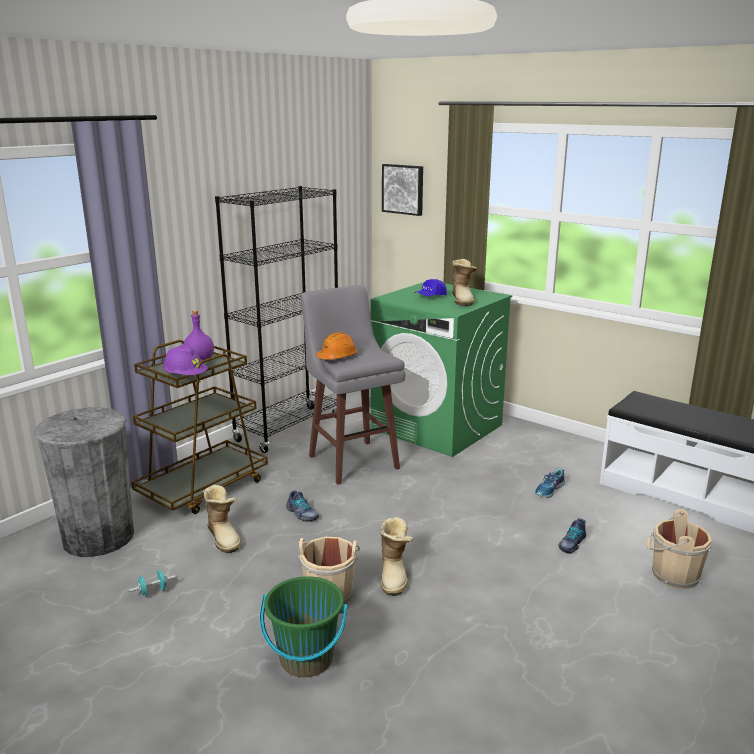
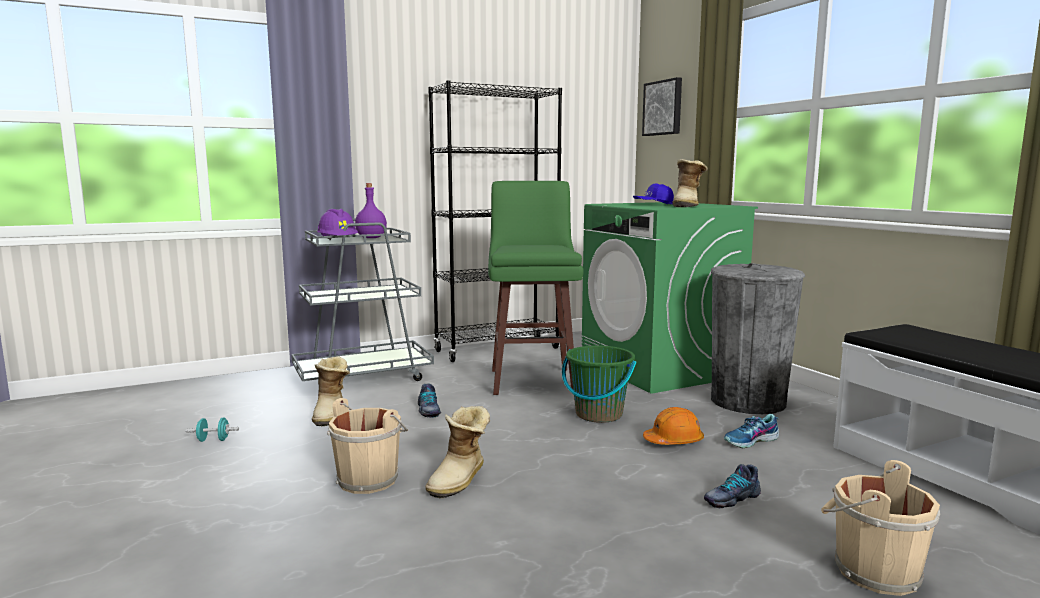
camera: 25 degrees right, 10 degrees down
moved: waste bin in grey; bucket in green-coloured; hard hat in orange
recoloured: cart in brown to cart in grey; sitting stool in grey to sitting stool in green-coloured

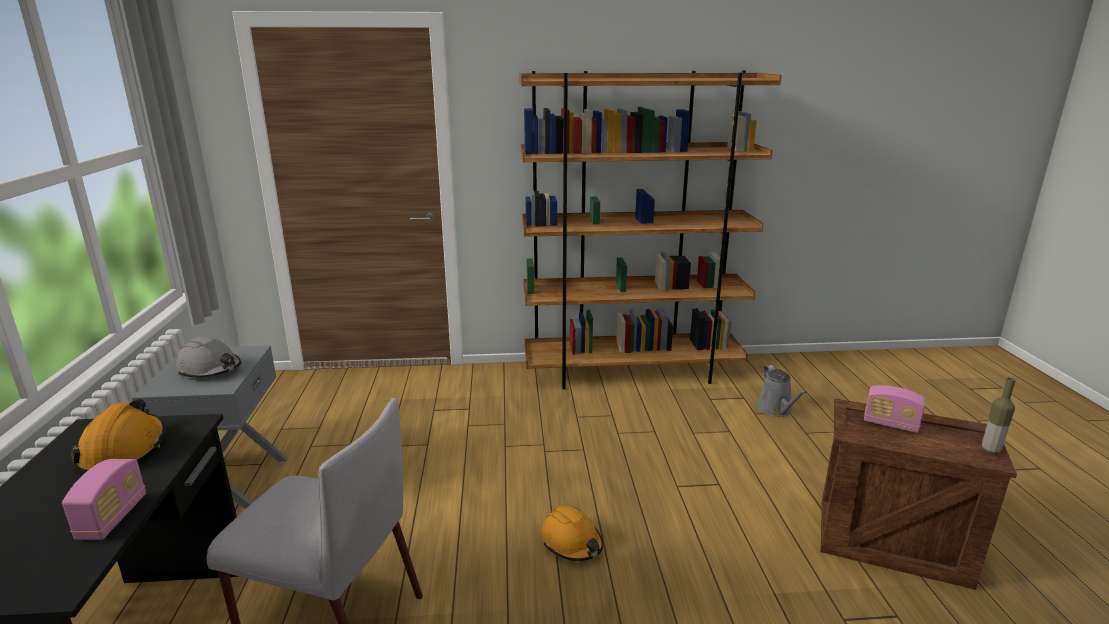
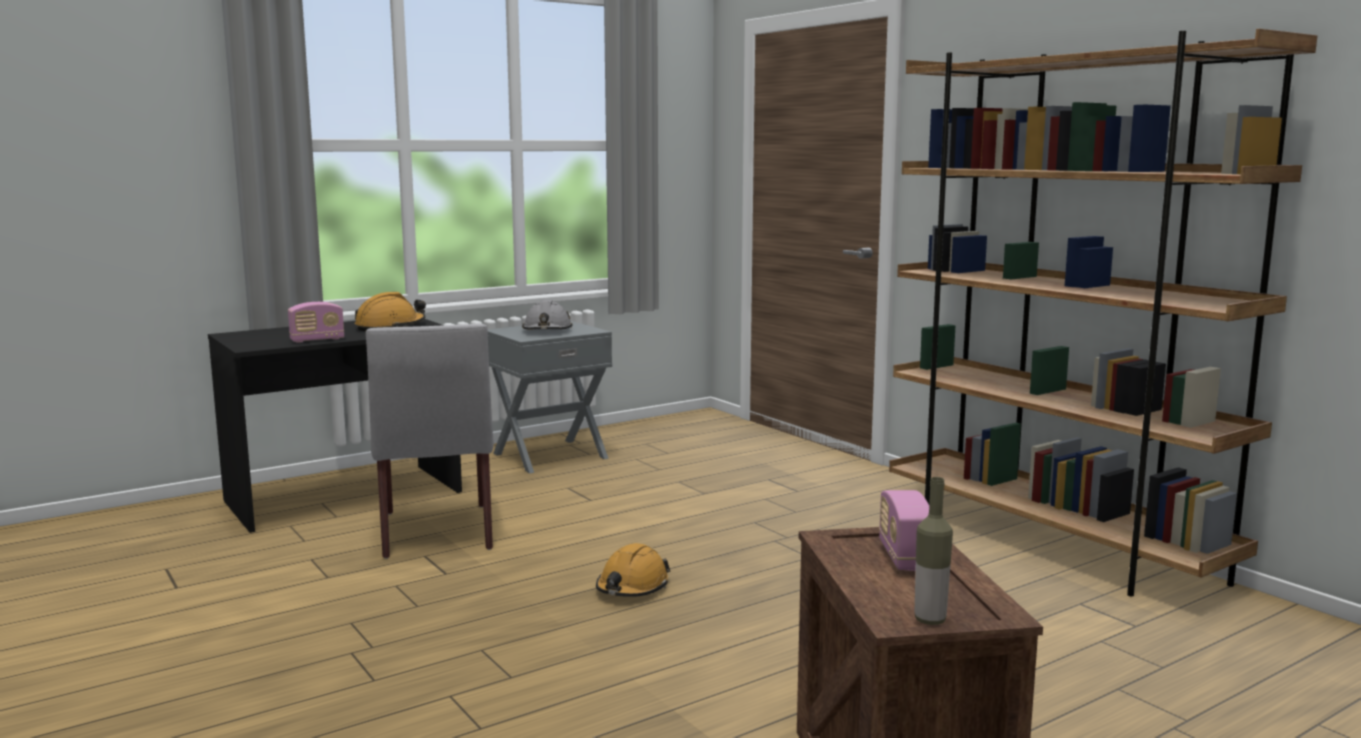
camera: 60 degrees right, 10 degrees down
removed: watering can in grey

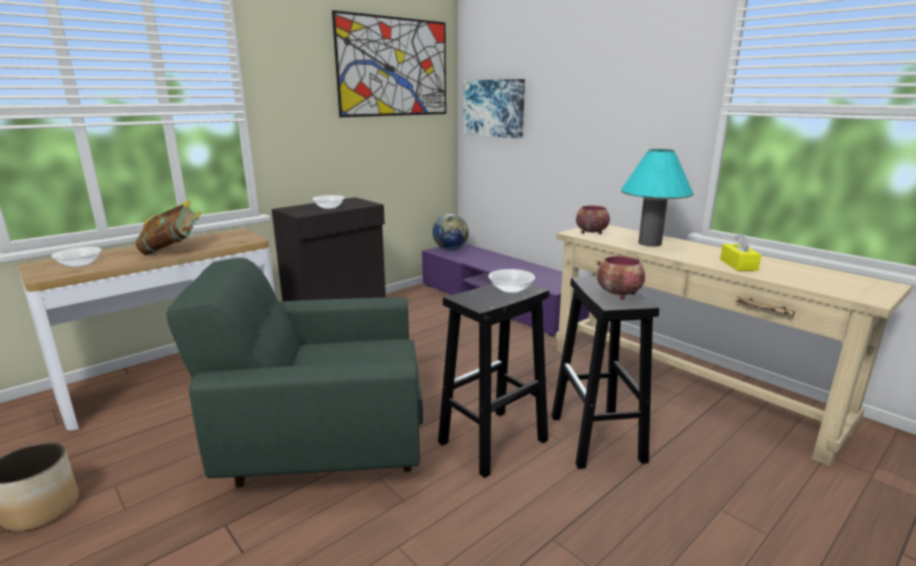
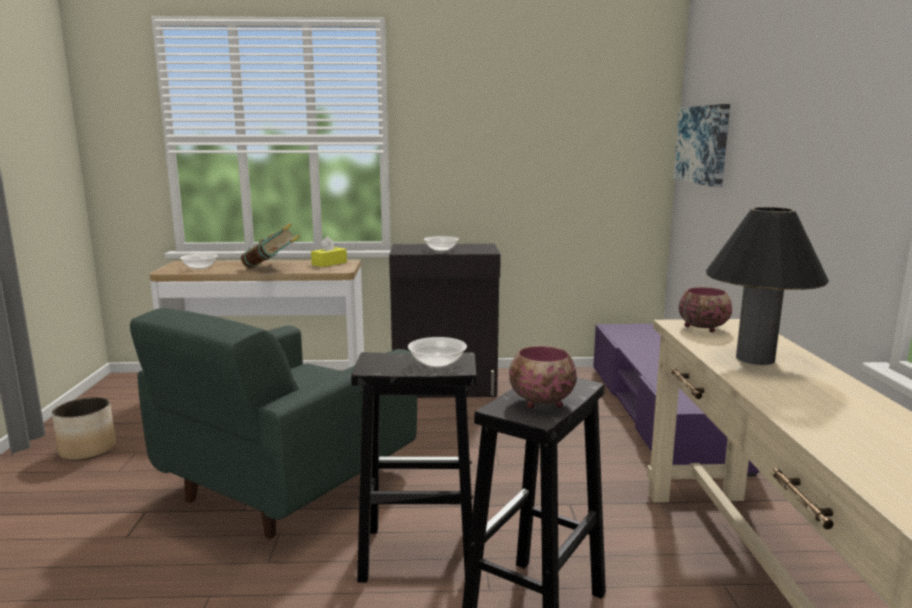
camera: 40 degrees right, 5 degrees down
removed: picture (1st from left); world globe
moved: box of tissues in yellow
recoloured: lamp for a table in turquoise-coloured to lamp for a table in black-coloured
turned: easy chair in green-coloured 90 degrees counterclockwise

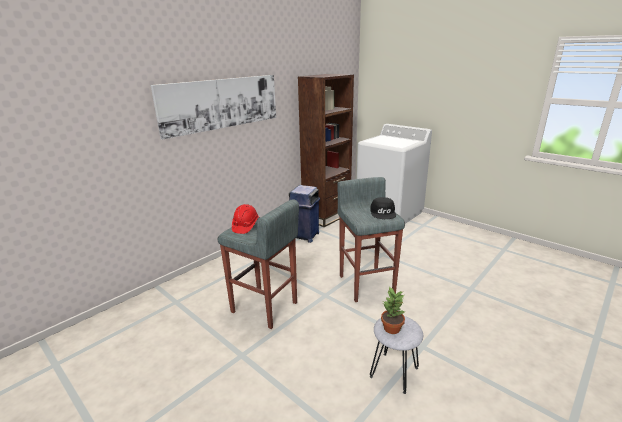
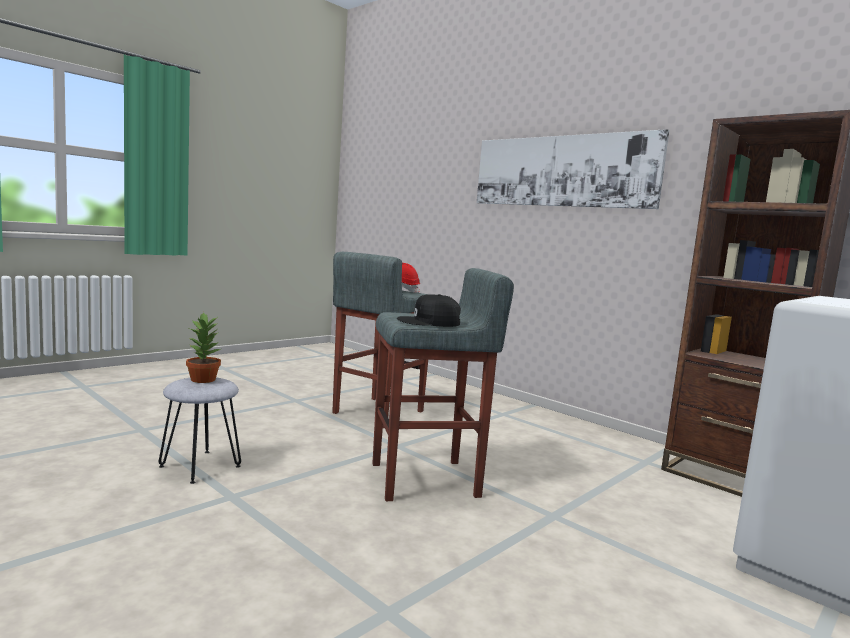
camera: 90 degrees right, 15 degrees down
removed: waste bin in blue

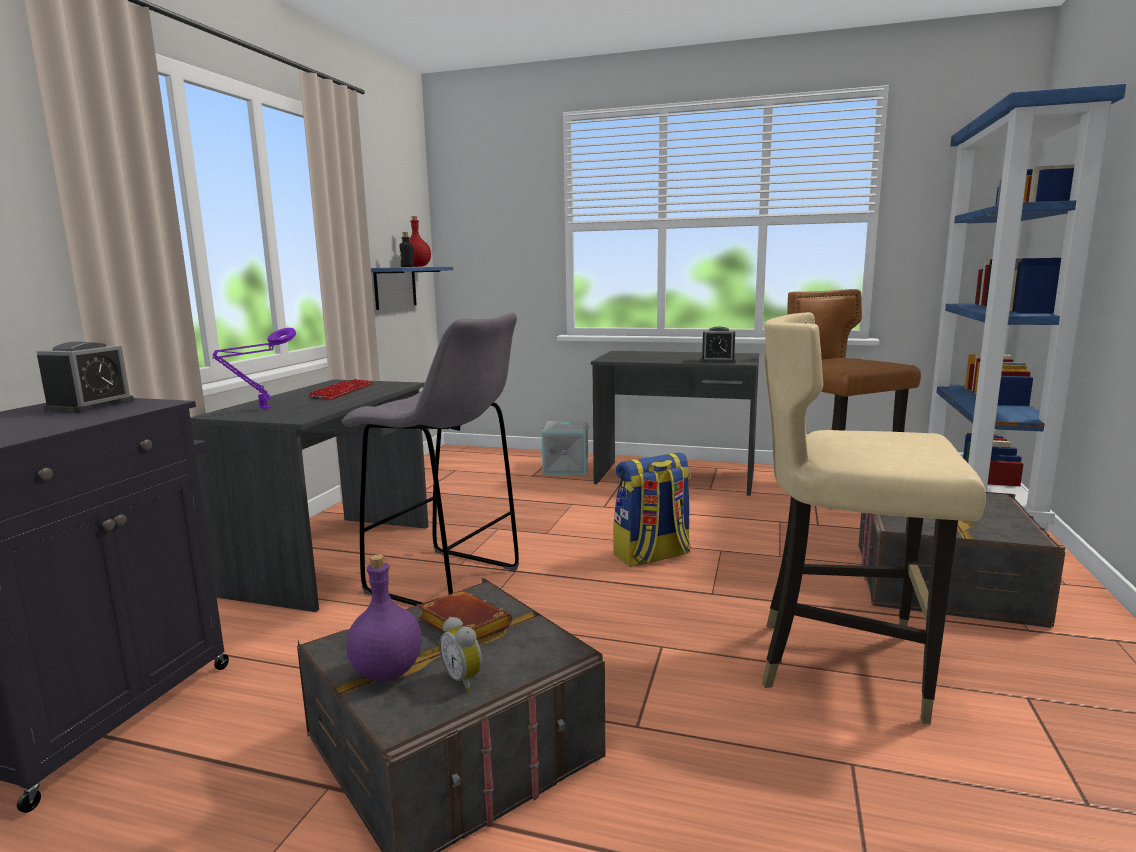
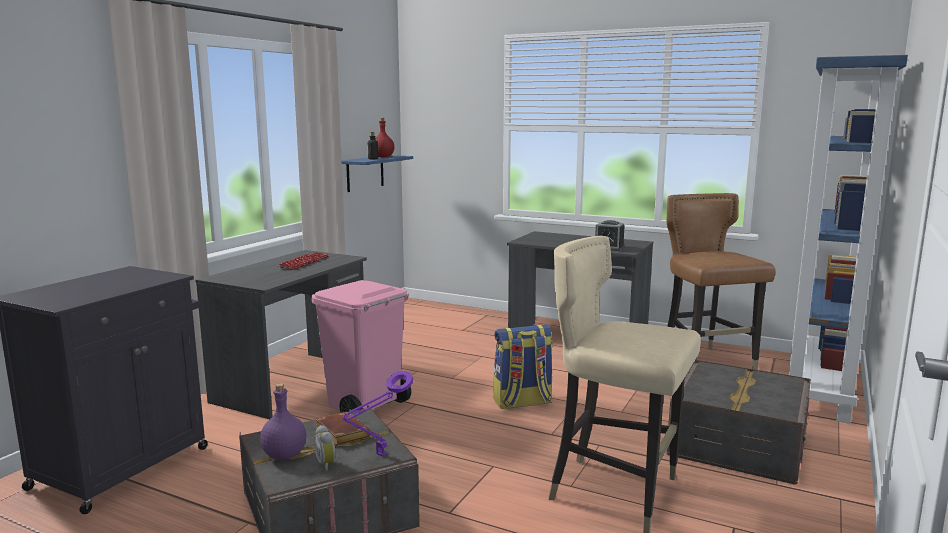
camera: 10 degrees right, 0 degrees up
removed: bedside clock (1st from left); storage container in grey (2nd from left)
moved: lamp for a table in purplish
replaced: sitting stool in grey to waste bin in pinkish

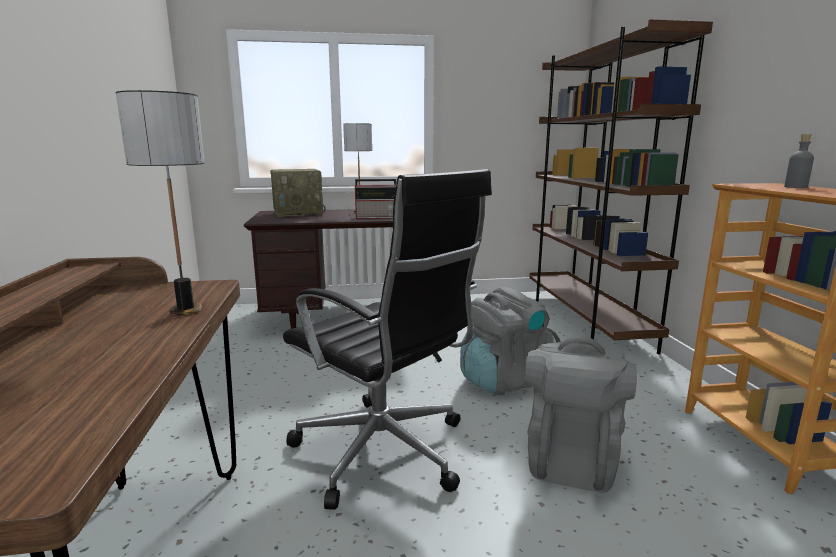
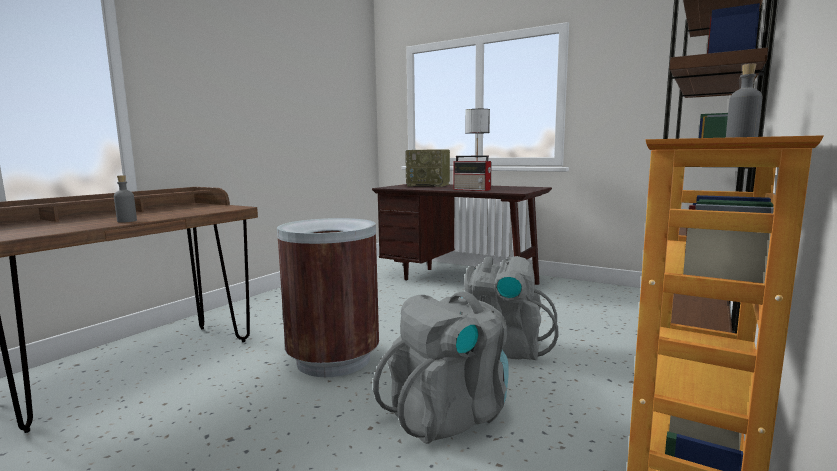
camera: 40 degrees right, 5 degrees down
removed: lamp for a table (1st from left)
added: bottle in grey (1st from left)
replaced: office chair in black-coloured to waste bin in brown

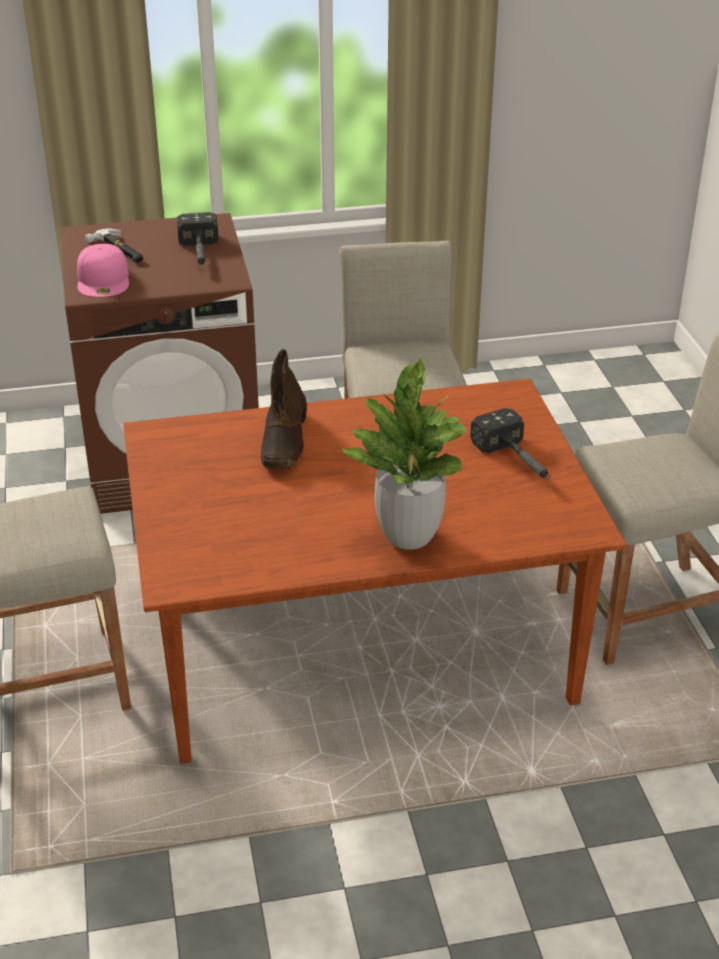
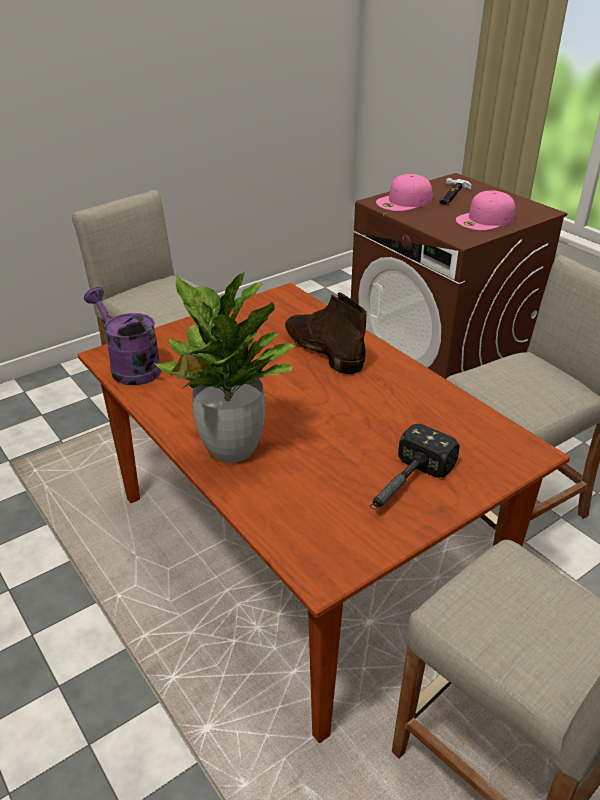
camera: 65 degrees right, 0 degrees up
added: watering can in purplish
replaced: hand hammer (2nd from left) to peaked cap in pinkish (2nd from left)
turned: high-top boot in brown 75 degrees clockwise

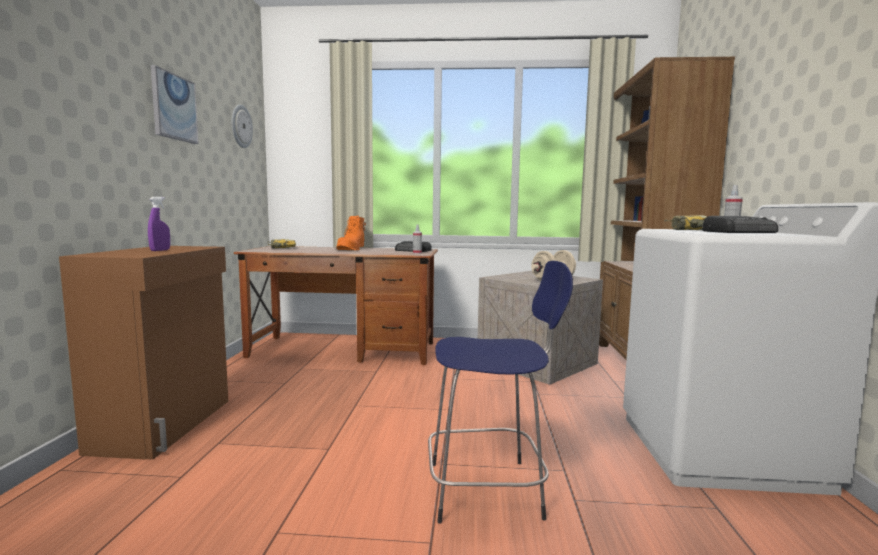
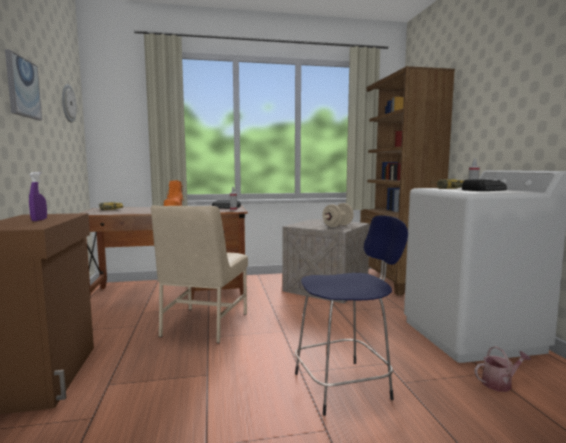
camera: 15 degrees left, 0 degrees up
added: plain chair in sand-coloured; watering can

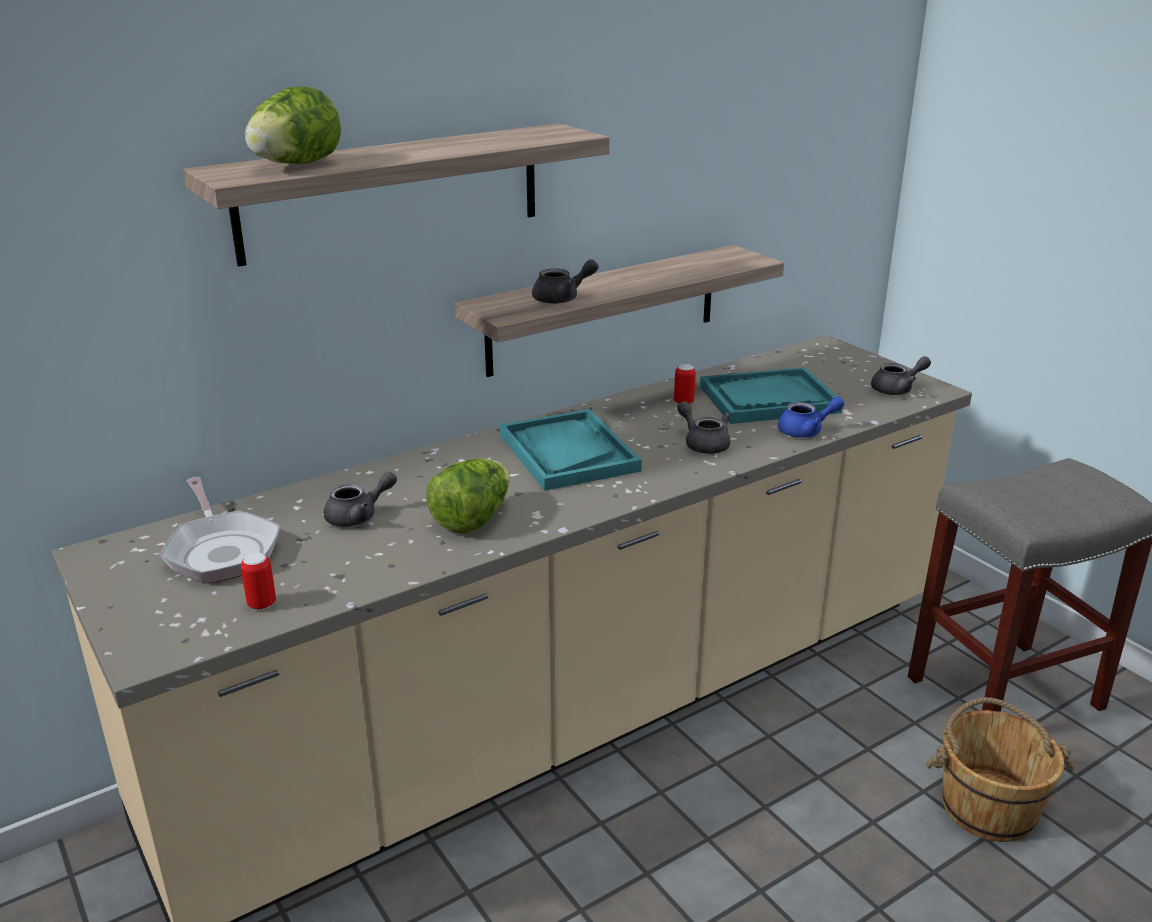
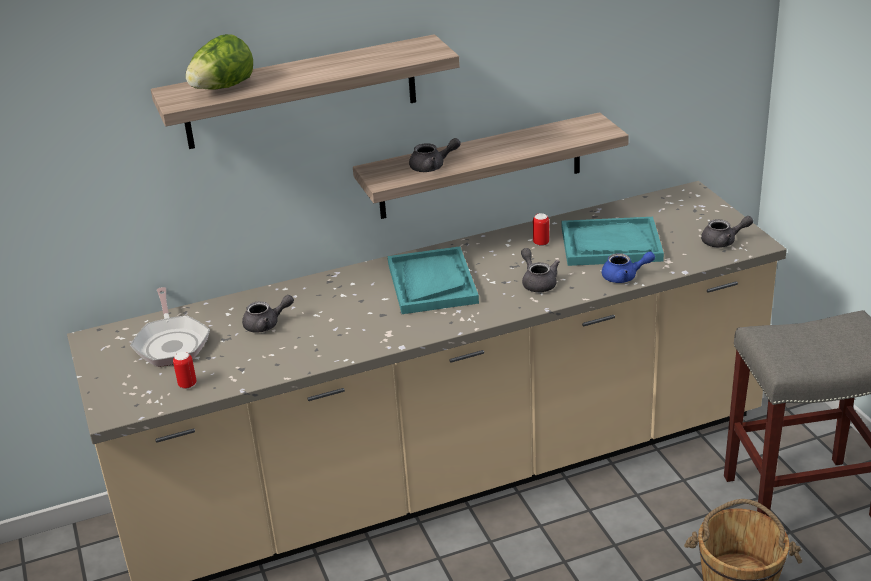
camera: 15 degrees right, 5 degrees up
removed: lettuce head (2nd from left)

